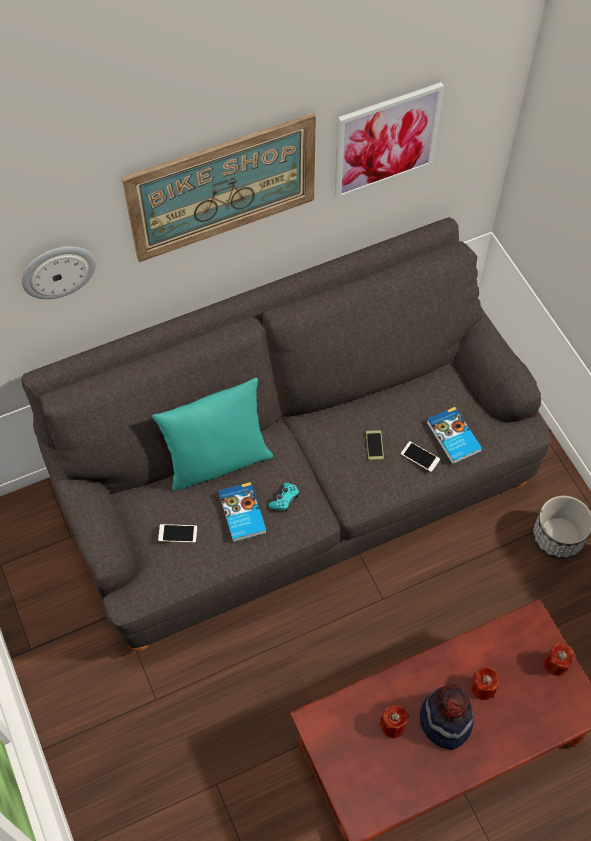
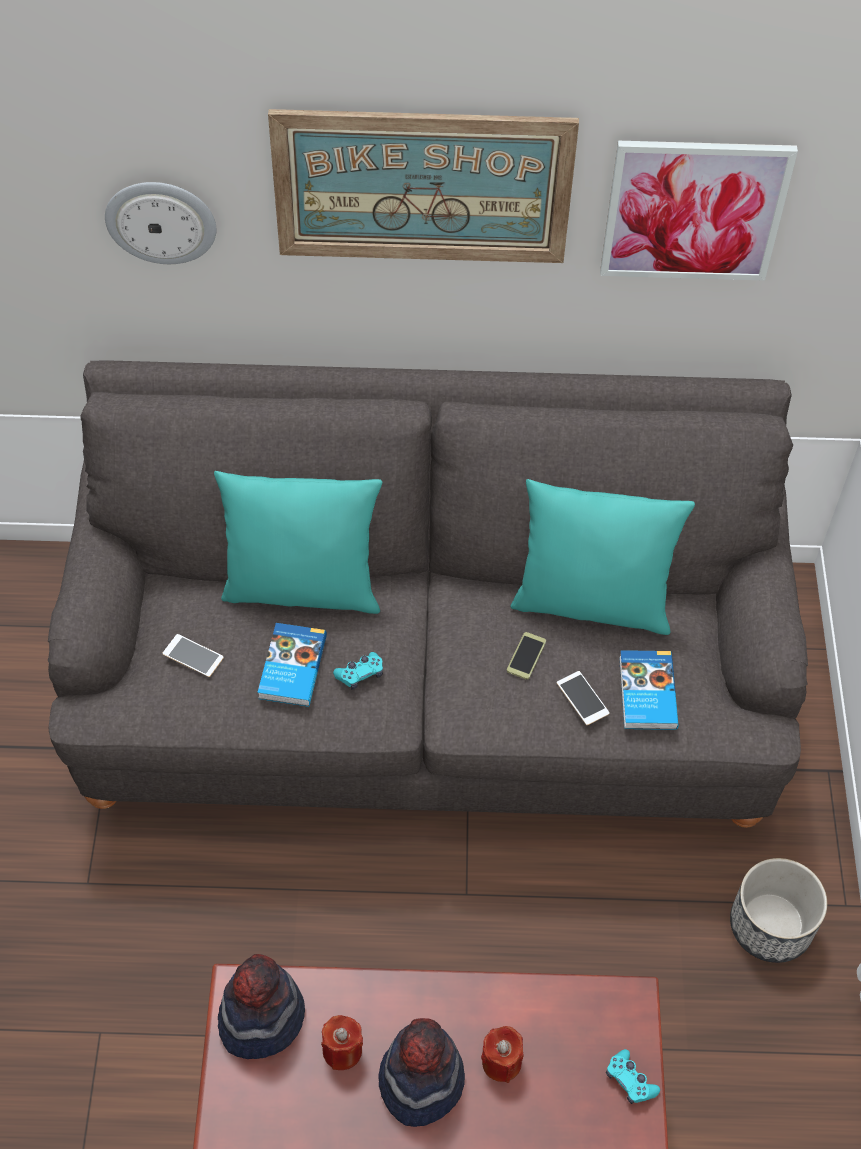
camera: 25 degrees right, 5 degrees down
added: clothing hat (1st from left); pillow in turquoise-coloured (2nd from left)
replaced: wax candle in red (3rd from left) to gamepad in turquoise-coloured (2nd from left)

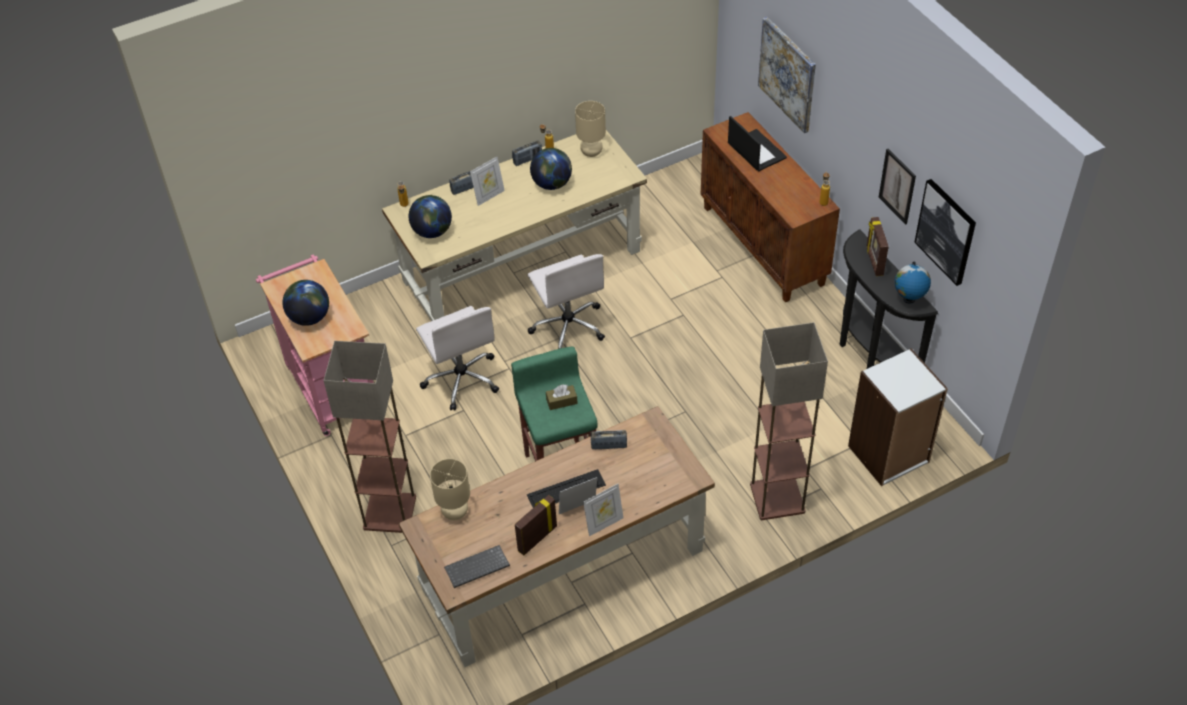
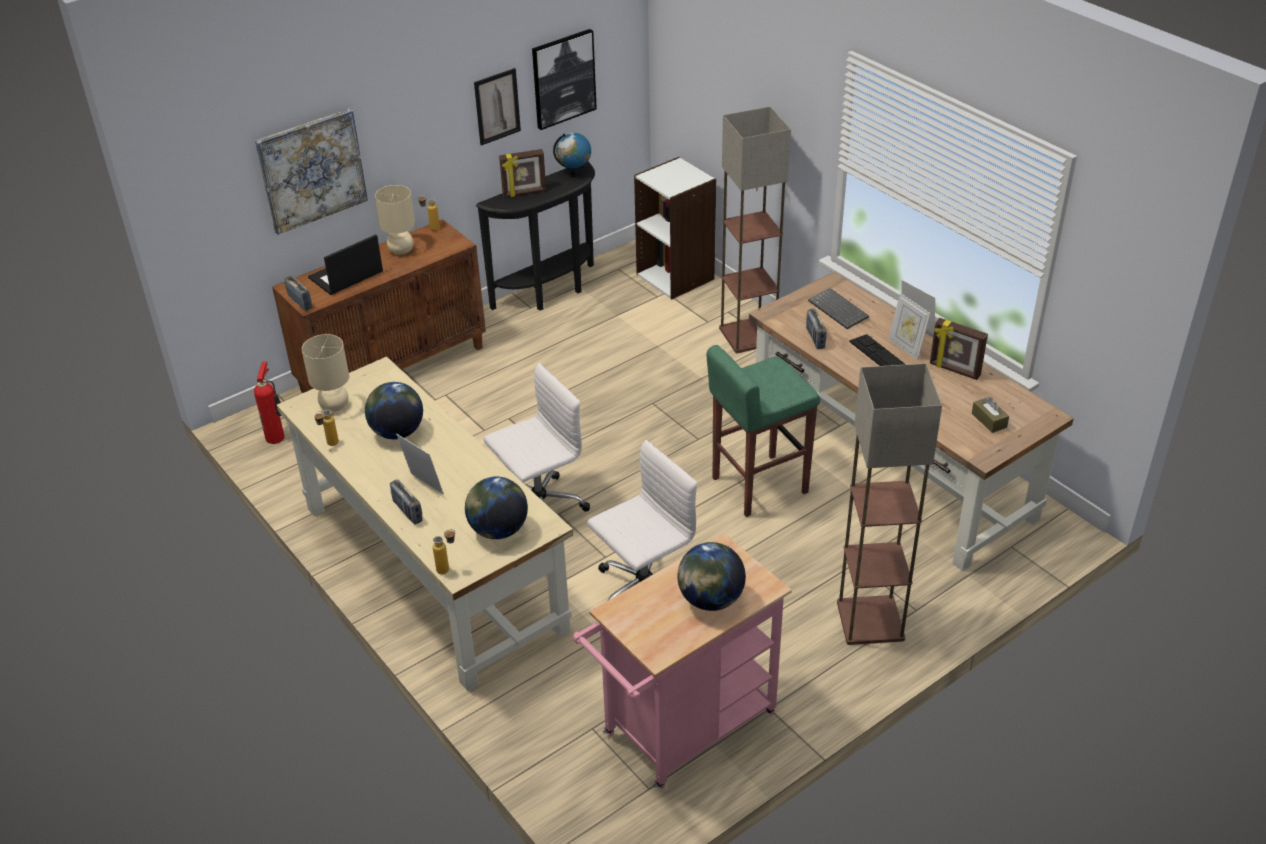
camera: 100 degrees left, 10 degrees down
added: fire extinguisher
moved: lamp for a table in sand-coloured (1st from left in the first image) to lamp for a table in sand-coloured (2nd from left); computer keyboard (1st from left); radio set (2nd from left in the first image) to radio set (1st from left); box of tissues in brown

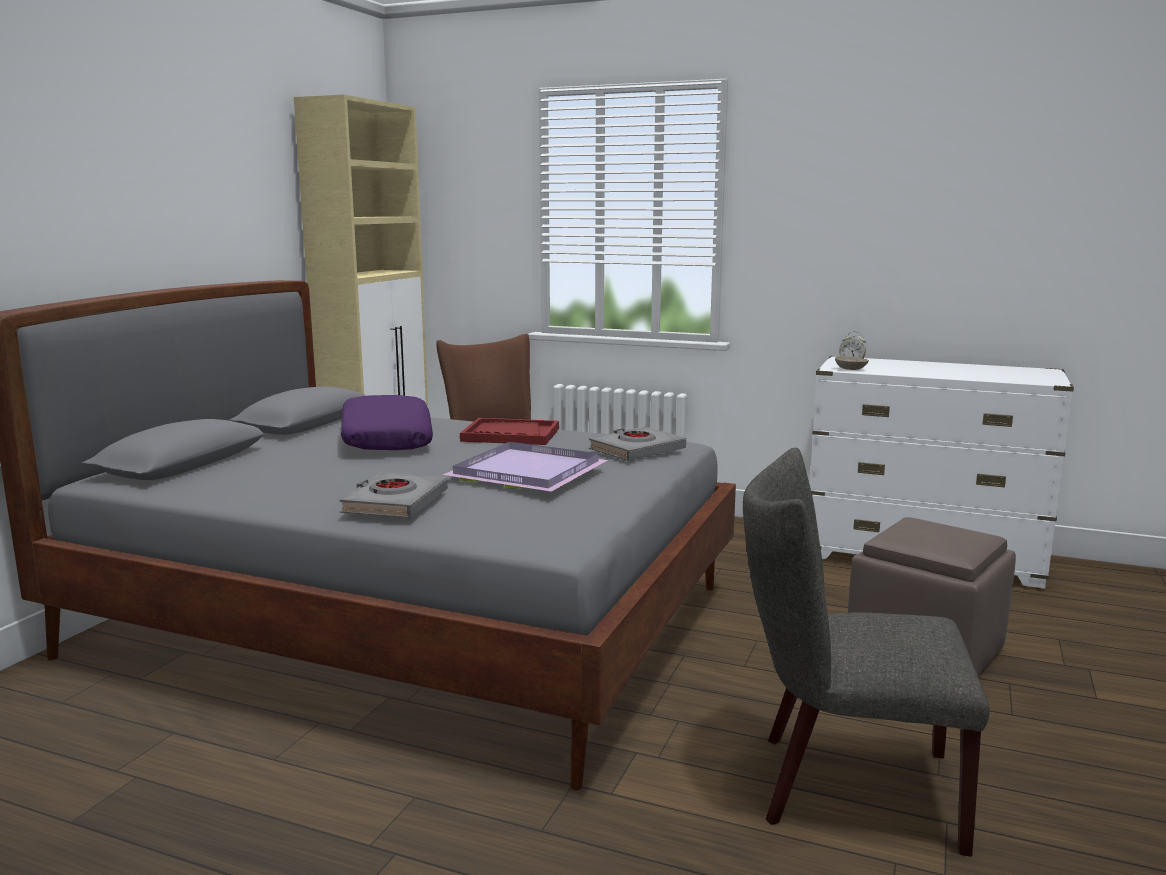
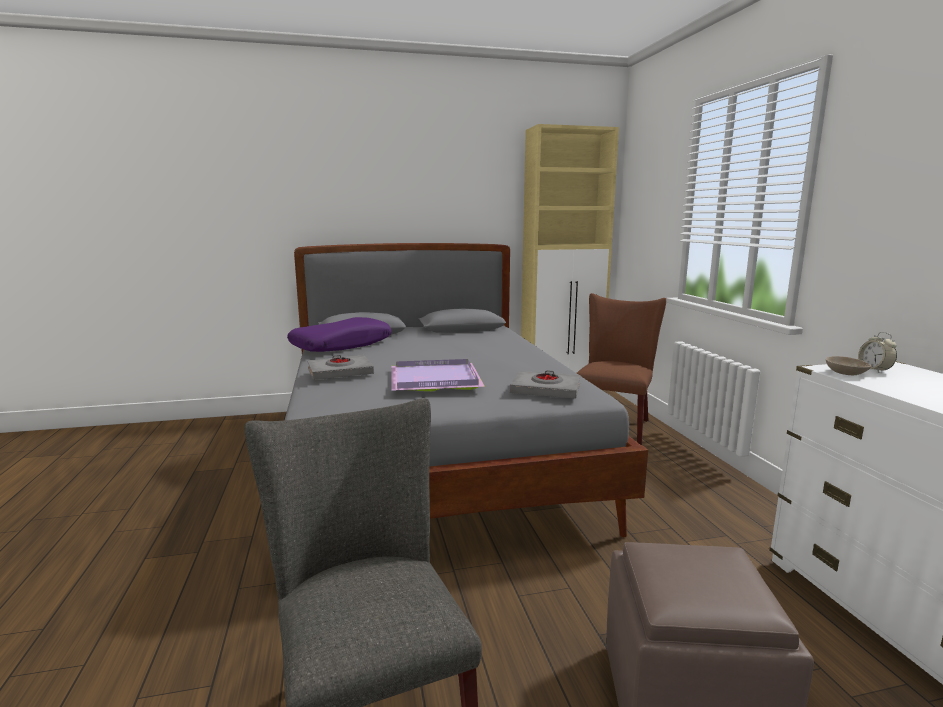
camera: 55 degrees right, 0 degrees up
removed: serving tray in red
moved: pillow in purplish

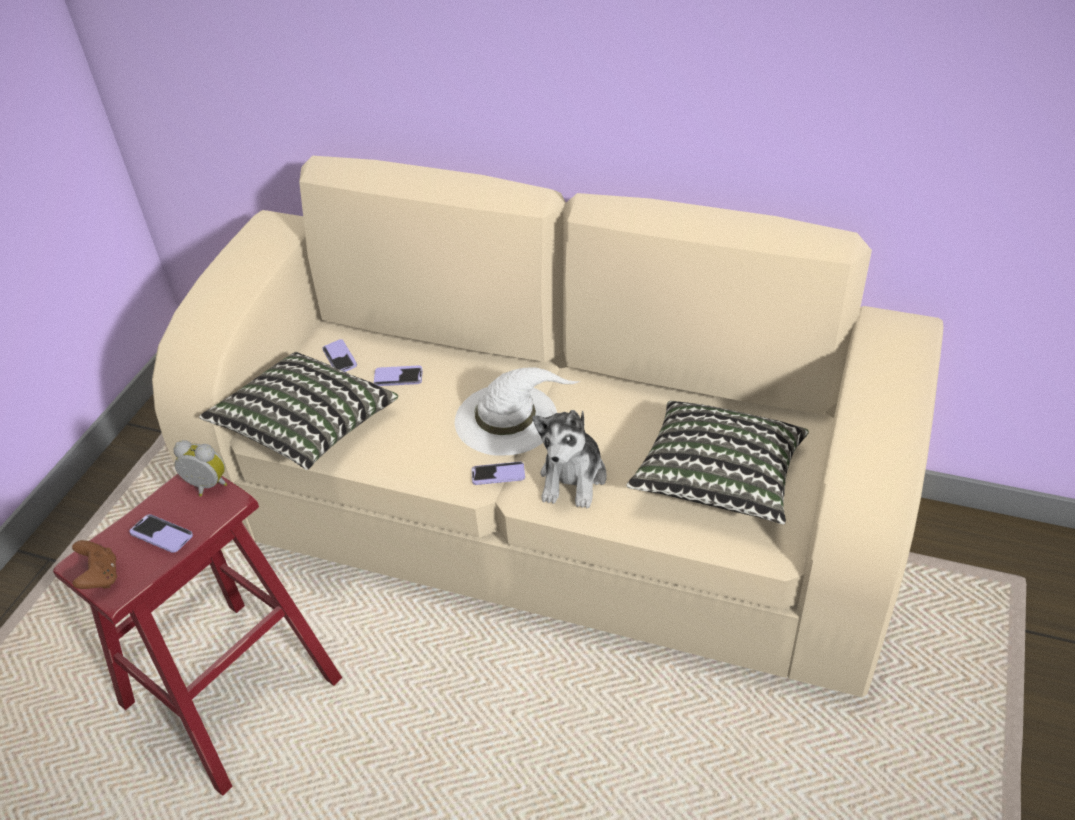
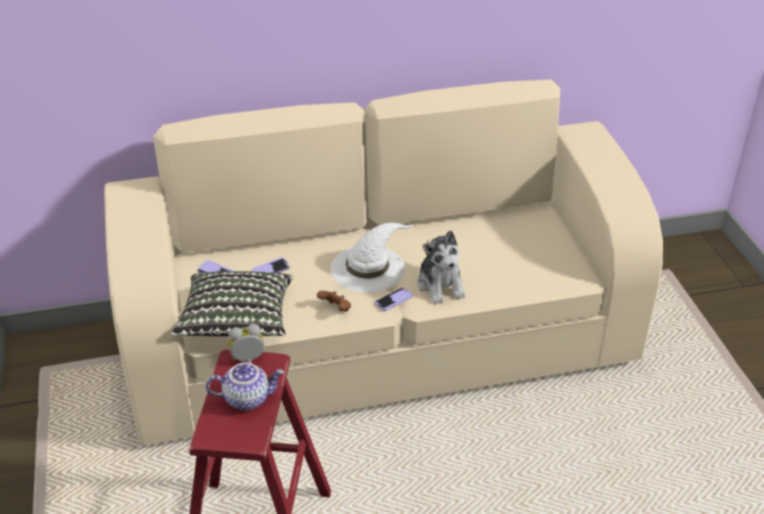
camera: 35 degrees left, 5 degrees down
removed: pillow (2nd from left)
moved: gamepad in brown
replaced: phone (1st from left) to tea pot

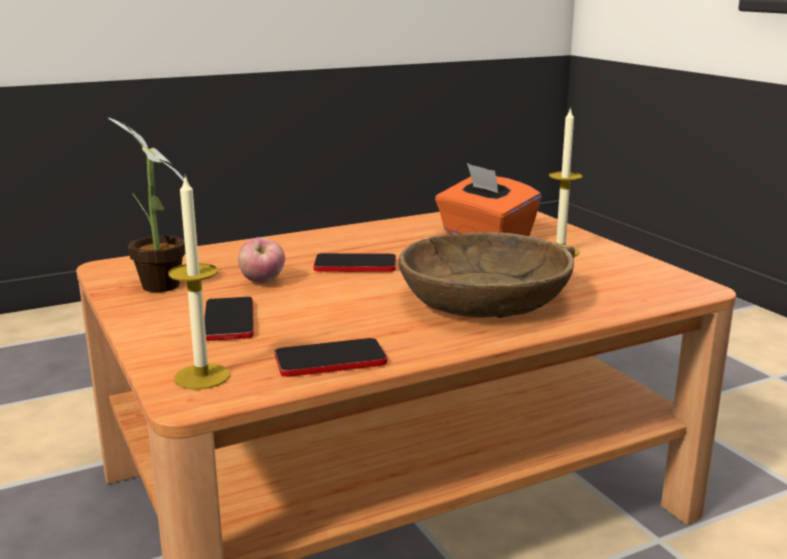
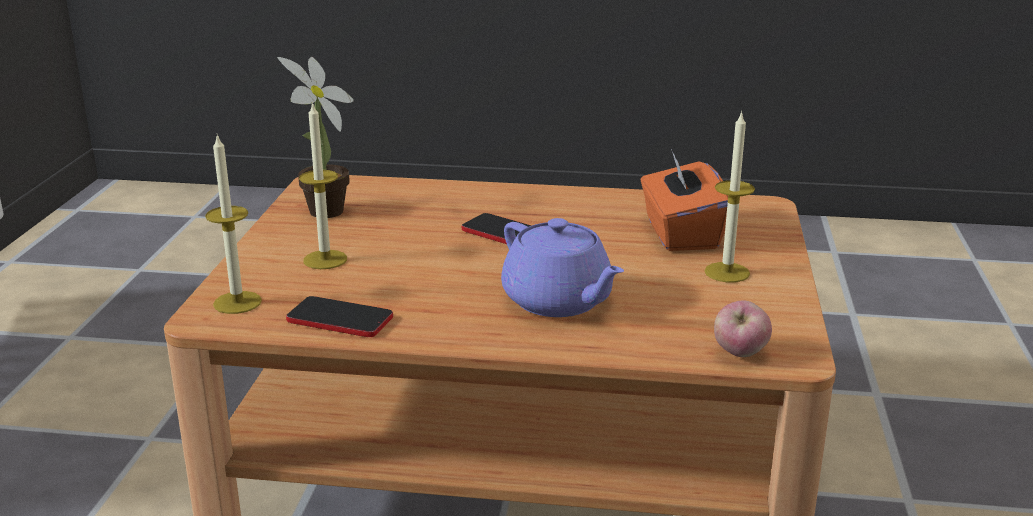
camera: 35 degrees right, 5 degrees up
moved: whole apple
replaced: phone (1st from left) to wax candle (2nd from left); deep dish in brown to tea pot in purplish

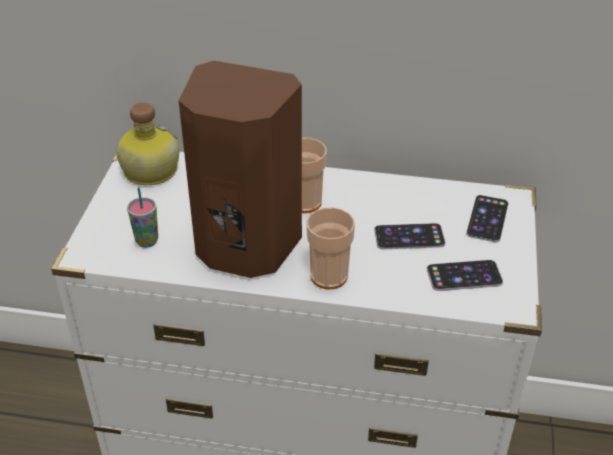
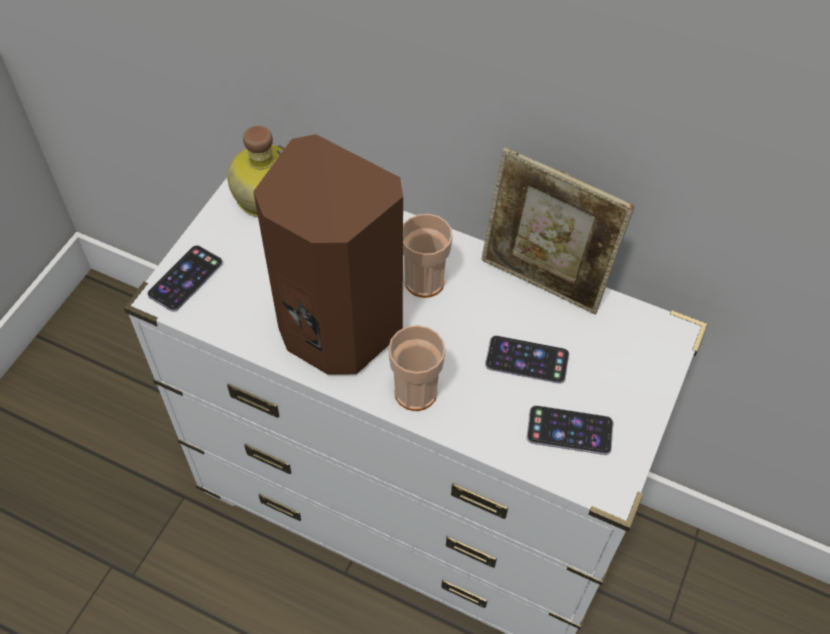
camera: 15 degrees right, 15 degrees up
removed: cup (1st from left)
added: standing frame
moved: phone (3rd from left in the first image) to phone (1st from left)

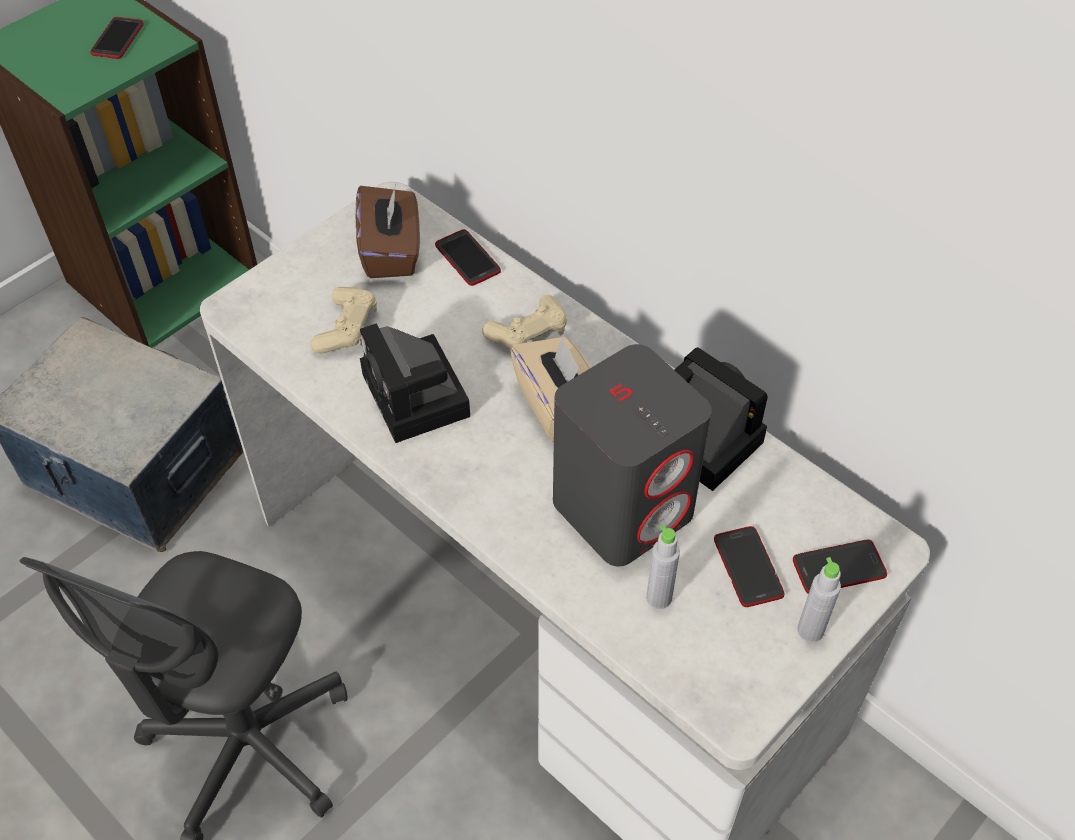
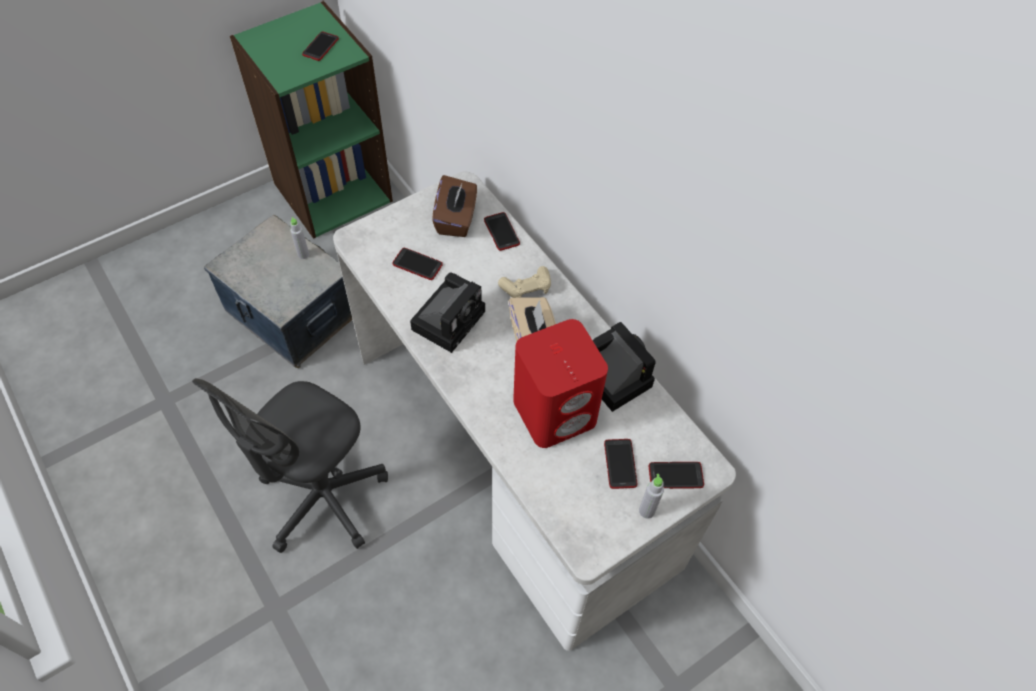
camera: 10 degrees right, 5 degrees up
moved: bottle in grey (1st from left)
replaced: gamepad in sand-coloured (1st from left) to phone (2nd from left)
recoloured: audio speaker in grey to audio speaker in red
turned: still camera (1st from left) 135 degrees counterclockwise

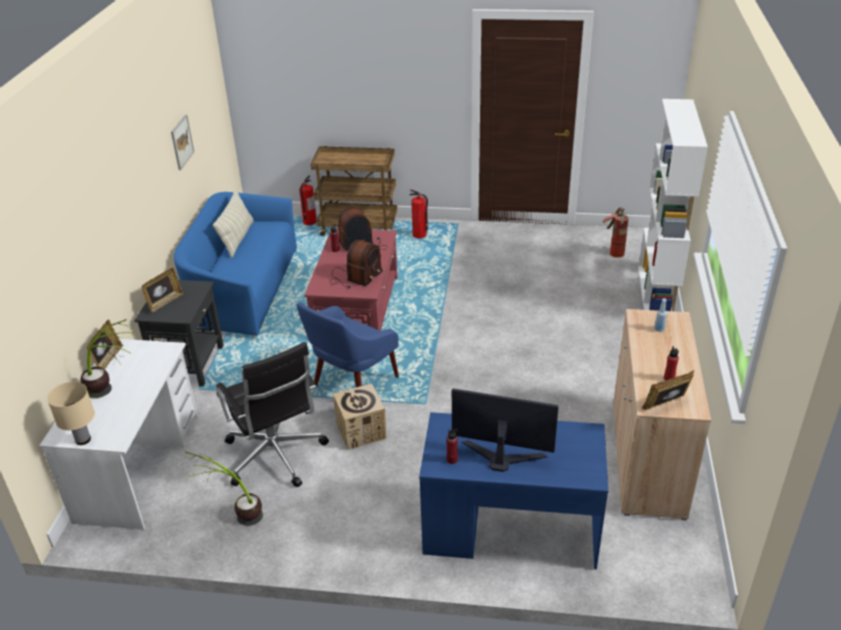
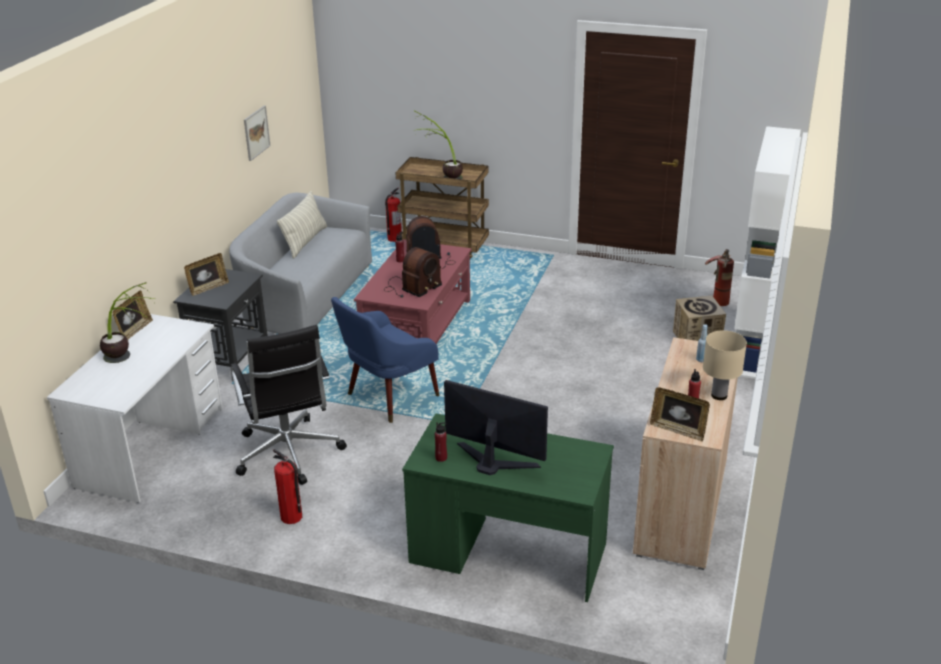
camera: 10 degrees right, 5 degrees down
moved: lamp for a table in sand-coloured; plant in a pot (2nd from left); packing box; fire extinguisher (2nd from left in the first image) to fire extinguisher (1st from left)
recoloured: couch in blue to couch in grey; desk unit in blue to desk unit in green-coloured
turned: standing frame (3rd from left) 135 degrees counterclockwise

